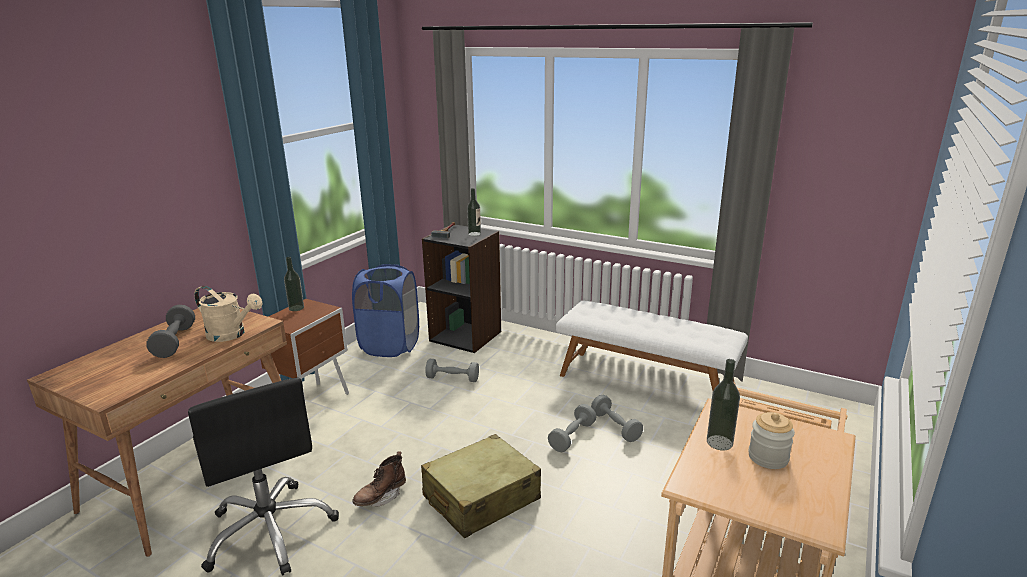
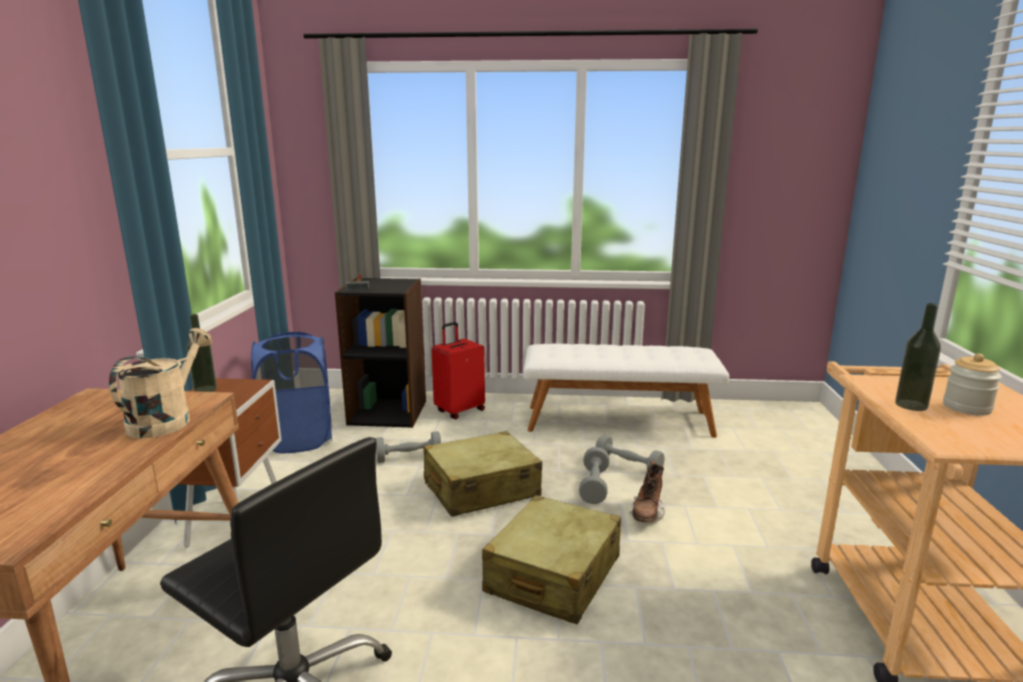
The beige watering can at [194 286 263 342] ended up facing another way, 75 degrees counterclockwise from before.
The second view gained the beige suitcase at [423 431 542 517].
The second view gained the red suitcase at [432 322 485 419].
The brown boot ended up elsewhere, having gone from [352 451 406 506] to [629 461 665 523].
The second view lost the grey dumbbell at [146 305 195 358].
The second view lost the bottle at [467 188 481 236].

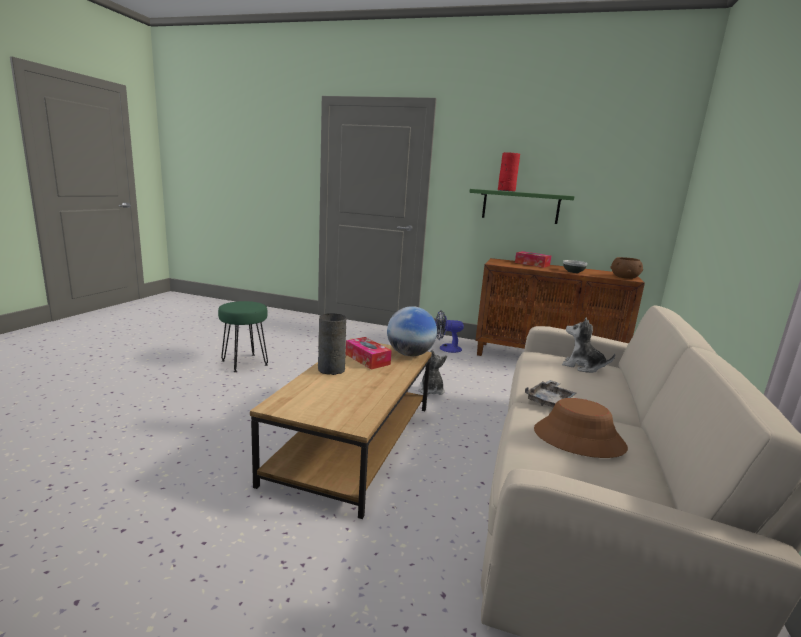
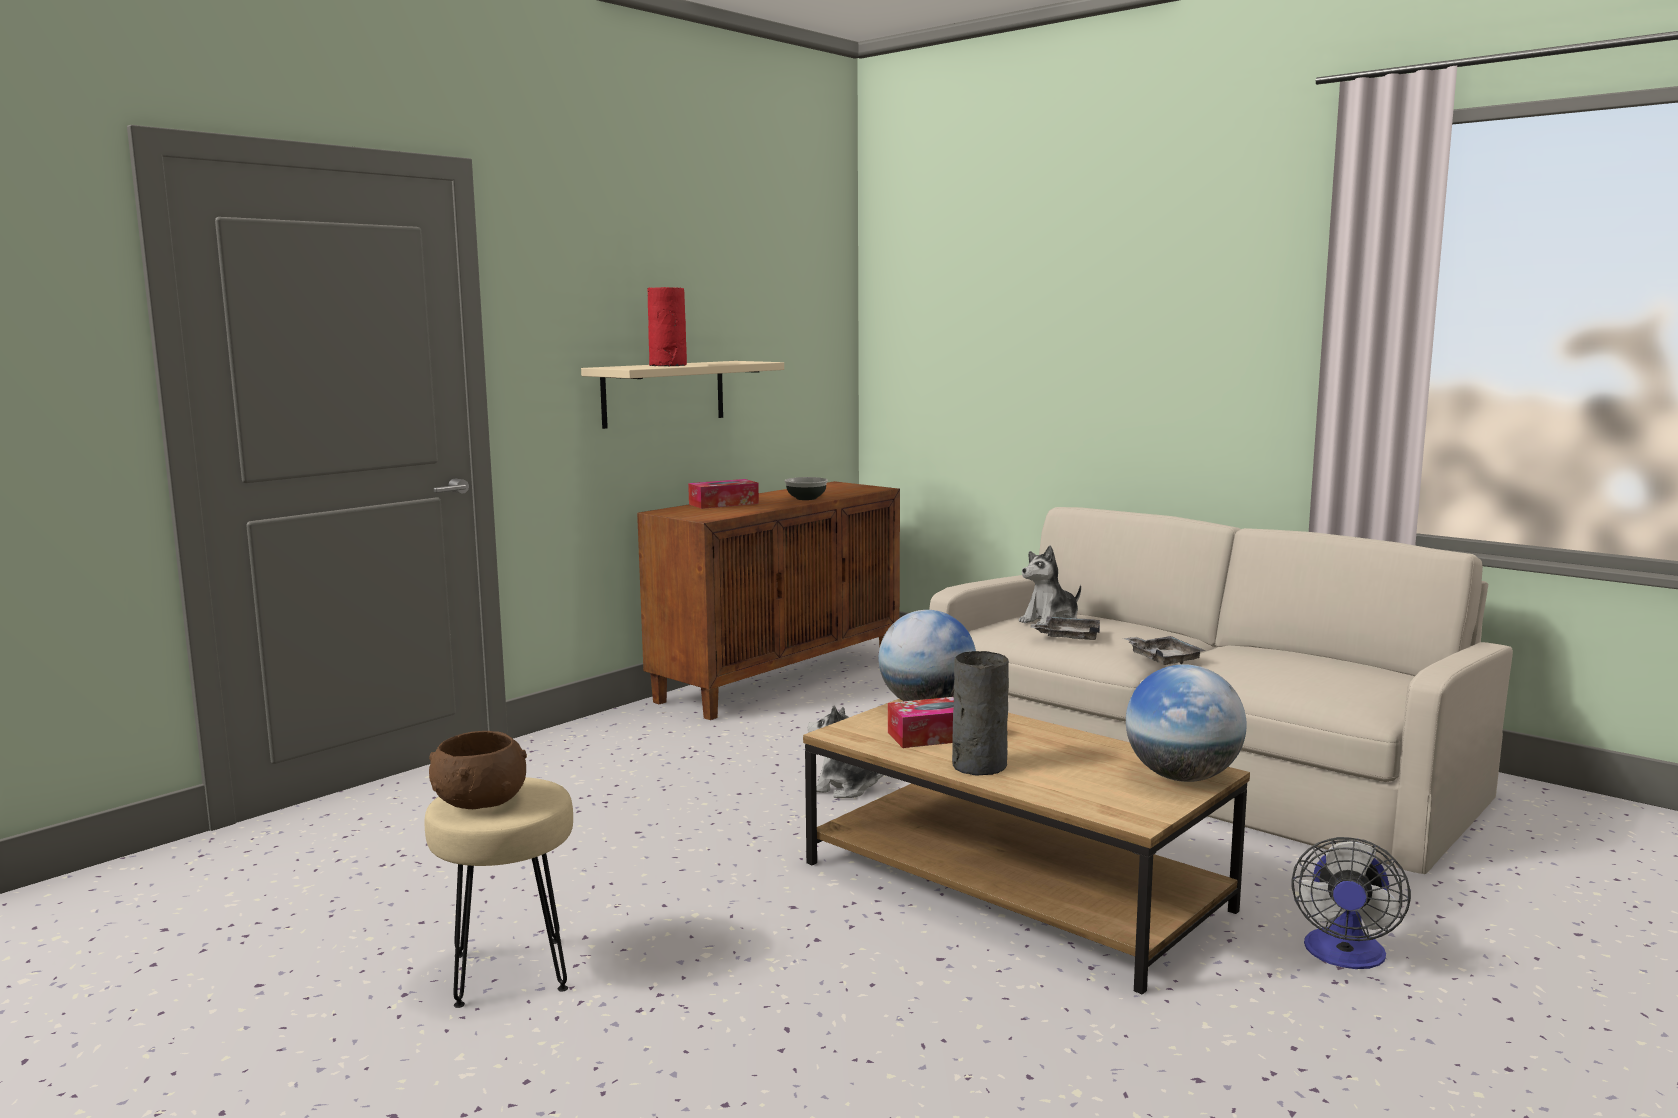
What was the green stool at [218 301 268 372] turned into the beige stool at [425 777 573 1008].
The brown bowl ended up elsewhere, having gone from [610 257 643 279] to [429 731 527 809].
What was the green shelf at [469 189 575 224] turned into the beige shelf at [581 361 784 429].
The second view gained the grey tray at [1031 616 1100 640].
The second view gained the globe at [1126 664 1247 782].
The fan ended up elsewhere, having gone from [435 310 464 353] to [1291 837 1411 969].
The second view lost the brown hat at [534 398 628 458].

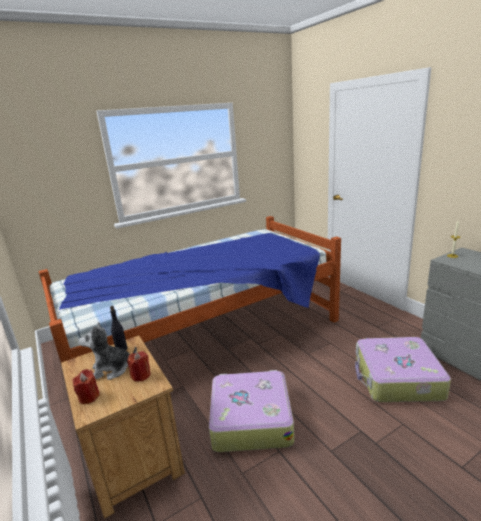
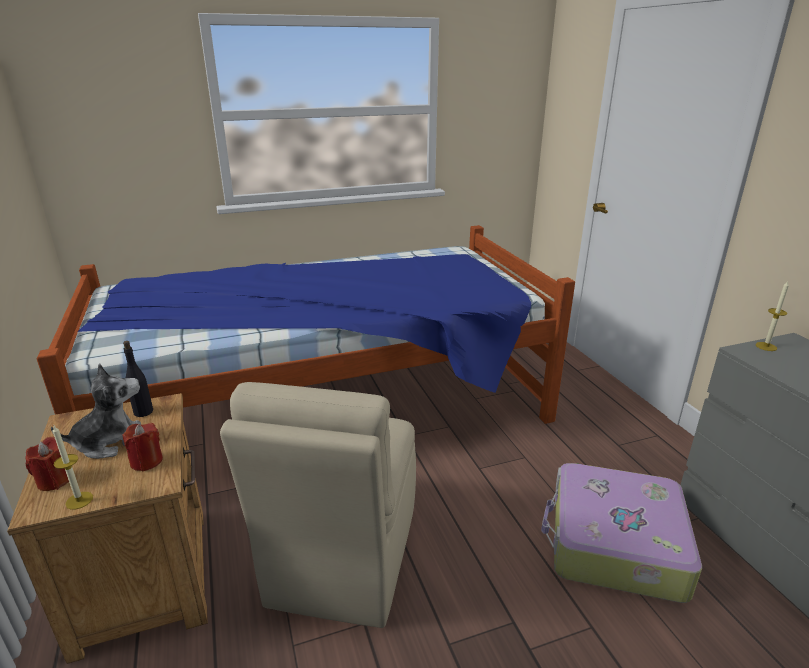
The plush toy at [79 322 137 380] ended up facing another way, 150 degrees clockwise from before.
The second view gained the candle at [52 426 93 509].
Where the suitcase stood at [209 370 294 452], the beige chair came to stand at [220 382 416 628].

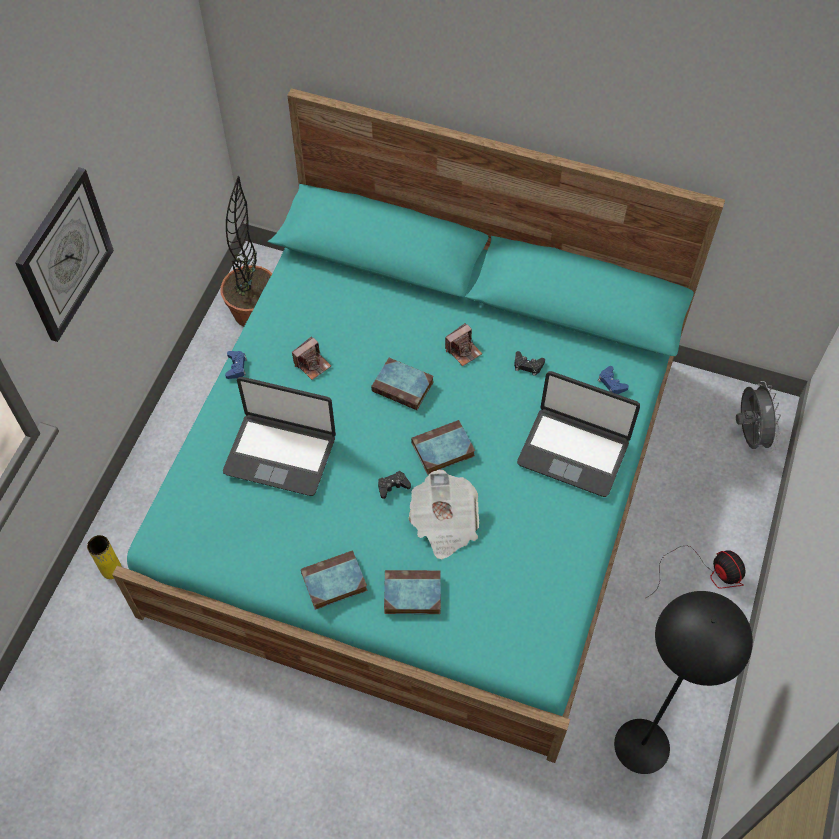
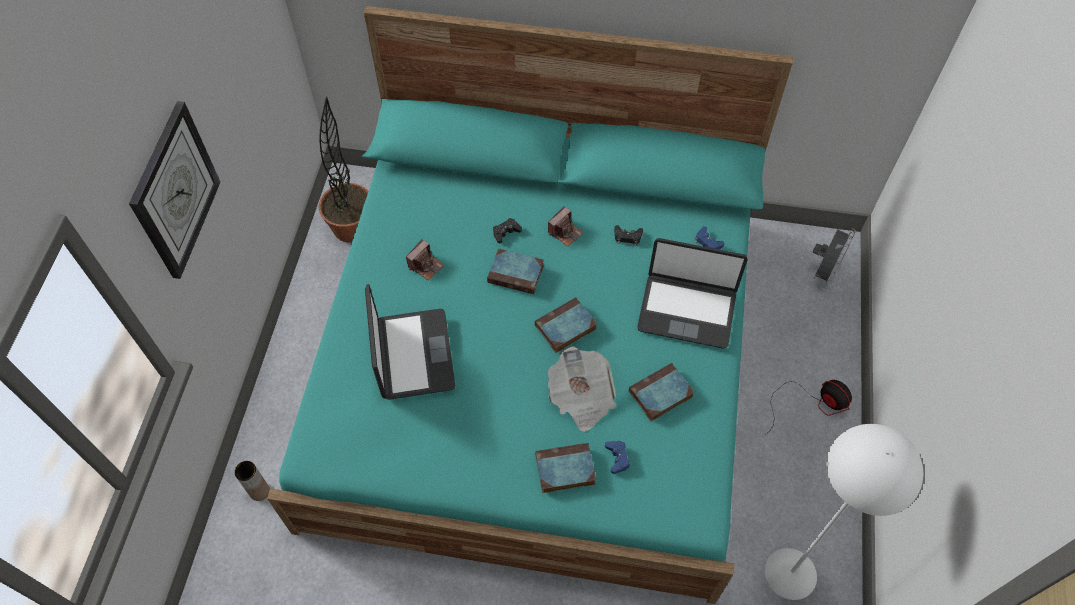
What was the yellow vase at [87 535 122 579] turned into the brown vase at [234 461 270 501].
The laptop at [223 377 336 496] ended up facing another way, 105 degrees counterclockwise from before.
The black game controller ended up elsewhere, having gone from [378 471 411 499] to [493 218 522 243].
The blue game controller ended up elsewhere, having gone from [225 351 247 379] to [605 441 630 474].
The book ended up elsewhere, having gone from [301 550 367 610] to [629 363 694 421].
What was the black floor lamp at [614 591 753 774] turned into the white floor lamp at [765 424 923 600].
The grey fan at [736 381 781 453] ended up facing another way, 45 degrees clockwise from before.

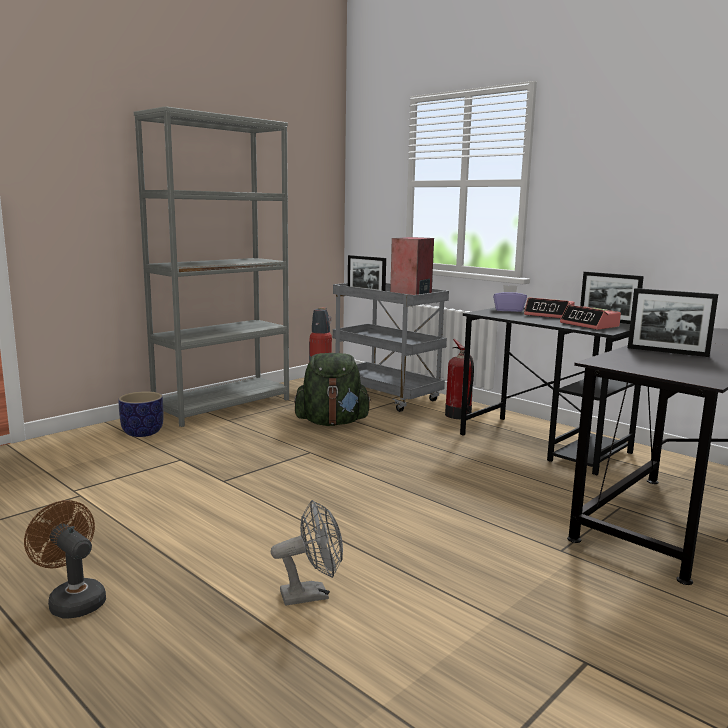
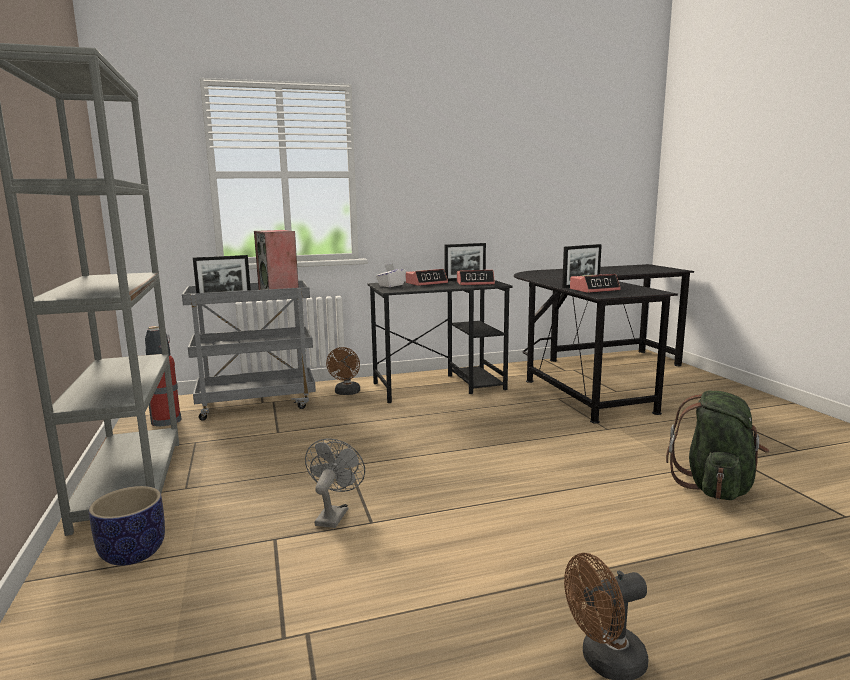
The grey fan ended up elsewhere, having gone from [271 500 343 606] to [305 438 365 528].
Where the fire extinguisher stood at [445 339 474 419], the brown fan came to stand at [326 347 360 395].
What was the purple tissue box at [493 285 527 312] turned into the white tissue box at [376 263 406 287].
The second view gained the alarm clock at [570 274 621 293].
The green backpack ended up elsewhere, having gone from [294 353 372 426] to [666 390 769 500].

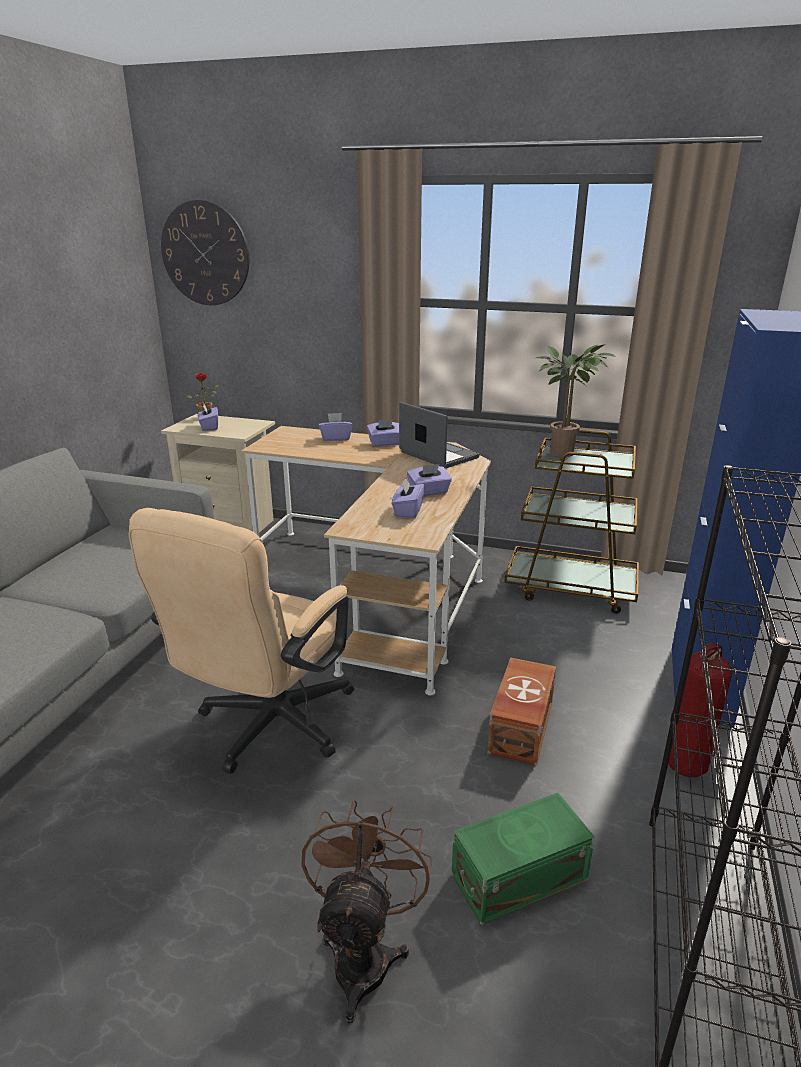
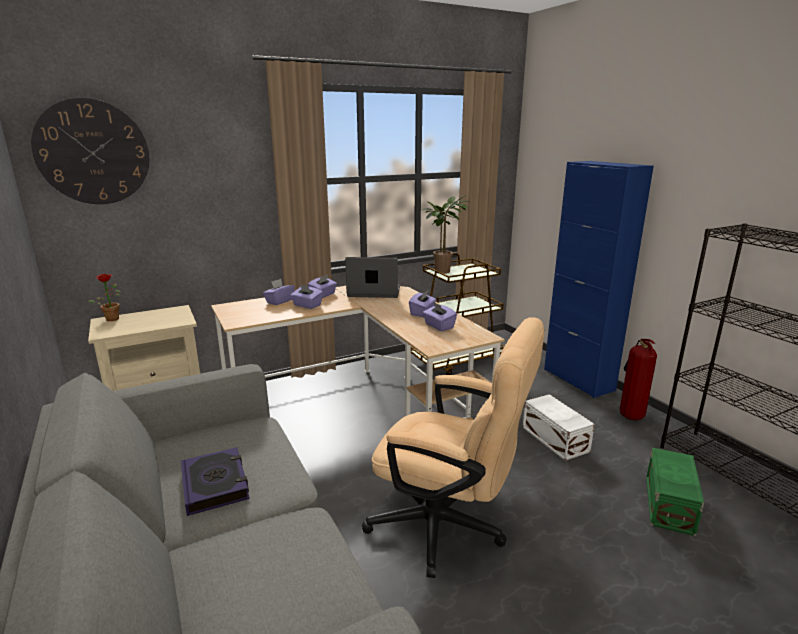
The second view gained the book at [181 447 250 516].
The purple tissue box ended up elsewhere, having gone from [198 404 218 431] to [290 284 323 309].
The beige office chair at [129 508 354 774] ended up facing another way, 45 degrees counterclockwise from before.
What was the brown storage box at [487 657 556 765] turned into the white storage box at [523 394 595 461].
The second view lost the brown fan at [301 800 432 1023].

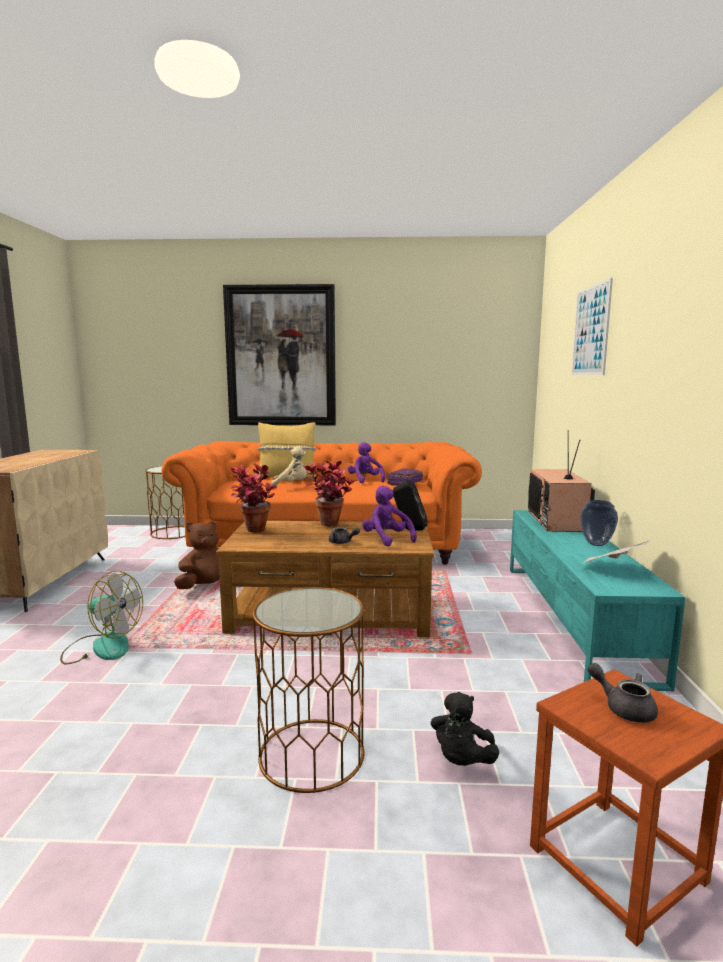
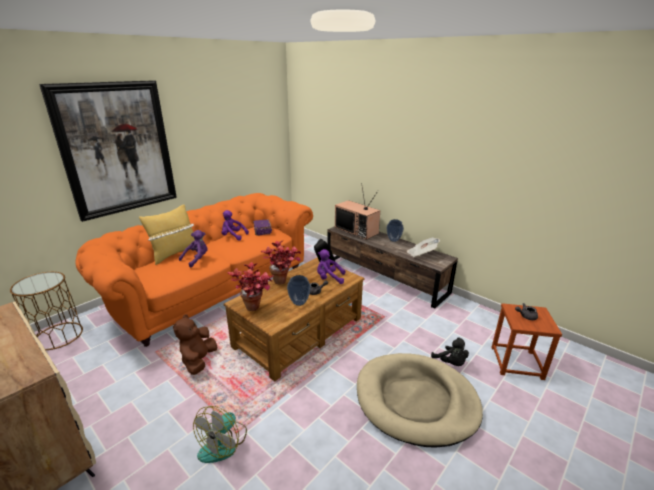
What was the beige plush toy at [271 446 307 486] turned into the purple plush toy at [179 230 208 267].
The fan at [60 571 143 664] ended up facing another way, 150 degrees clockwise from before.
The second view gained the vase at [287 275 311 306].
What was the turquoise tv stand at [510 510 686 692] turned into the brown tv stand at [327 226 458 309].
Where the brown side table stood at [252 587 365 793], the beige dog bed came to stand at [357 353 483 448].
The second view lost the picture at [571 278 613 375].

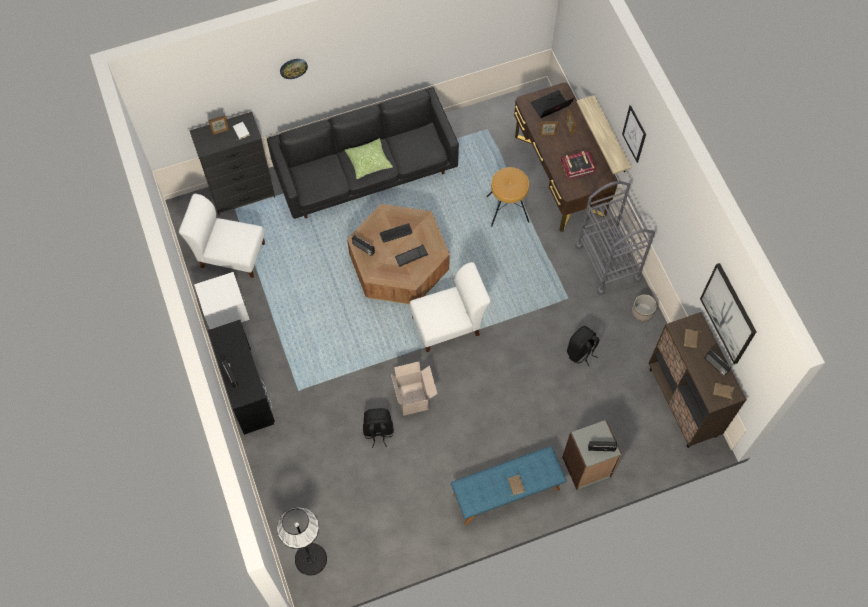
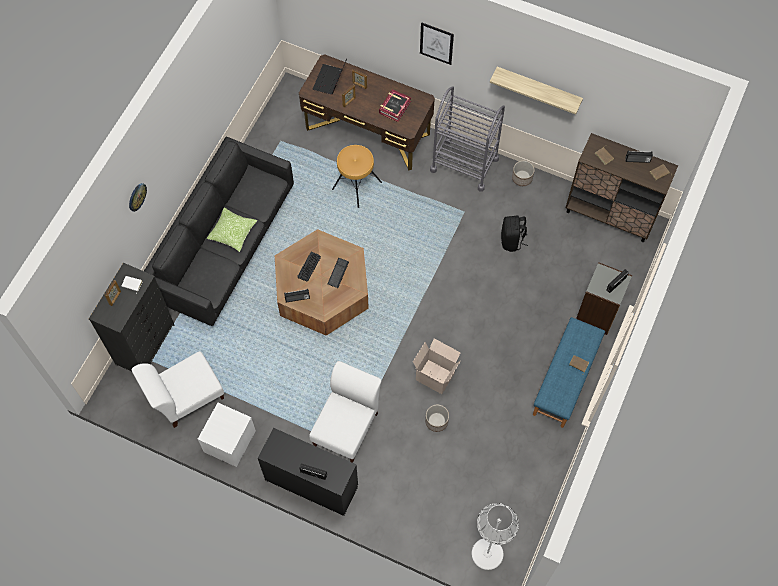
The white chair ended up elsewhere, having gone from [410 262 491 352] to [309 361 381 463].
Where the black backpack stood at [363 408 394 448], the planter came to stand at [425 405 449 432].
What was the black floor lamp at [277 507 327 576] turned into the white floor lamp at [472 503 519 570].
The shelf ended up elsewhere, having gone from [577 95 632 174] to [490 67 583 115].
The second view lost the picture at [700 263 756 364].

